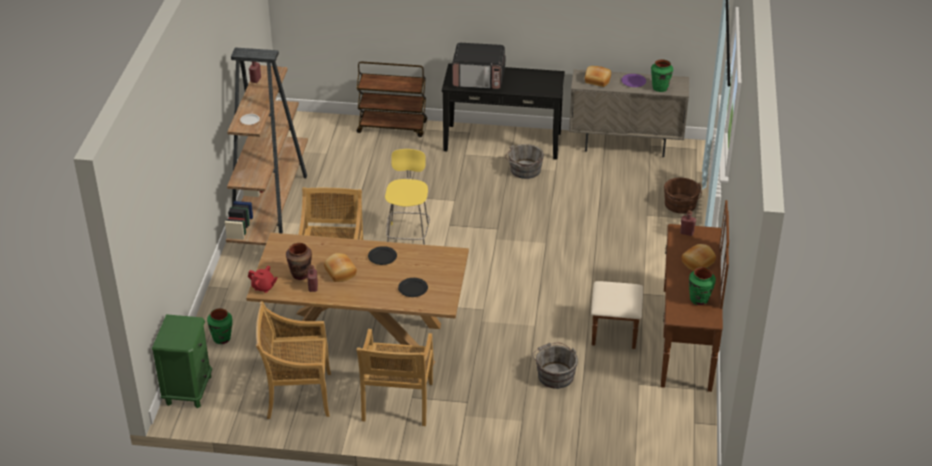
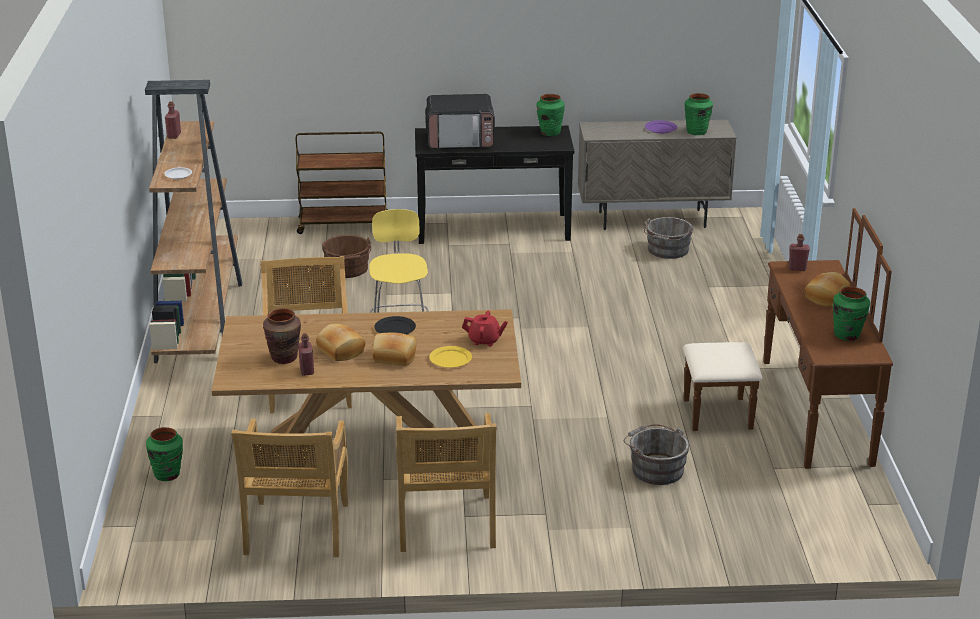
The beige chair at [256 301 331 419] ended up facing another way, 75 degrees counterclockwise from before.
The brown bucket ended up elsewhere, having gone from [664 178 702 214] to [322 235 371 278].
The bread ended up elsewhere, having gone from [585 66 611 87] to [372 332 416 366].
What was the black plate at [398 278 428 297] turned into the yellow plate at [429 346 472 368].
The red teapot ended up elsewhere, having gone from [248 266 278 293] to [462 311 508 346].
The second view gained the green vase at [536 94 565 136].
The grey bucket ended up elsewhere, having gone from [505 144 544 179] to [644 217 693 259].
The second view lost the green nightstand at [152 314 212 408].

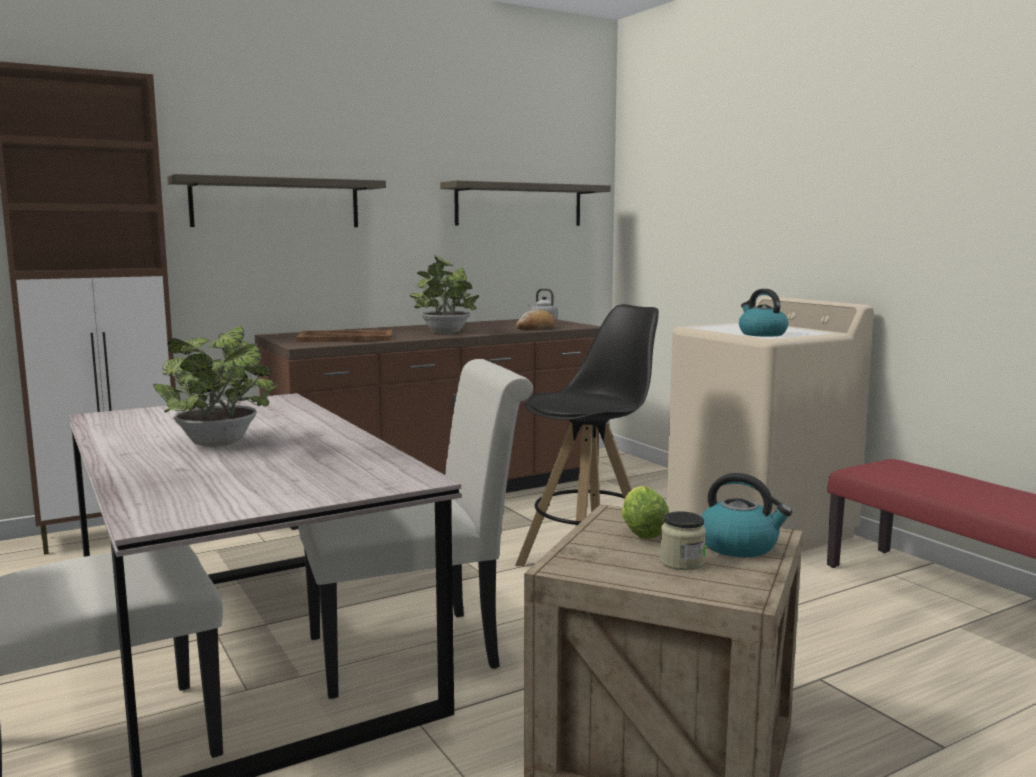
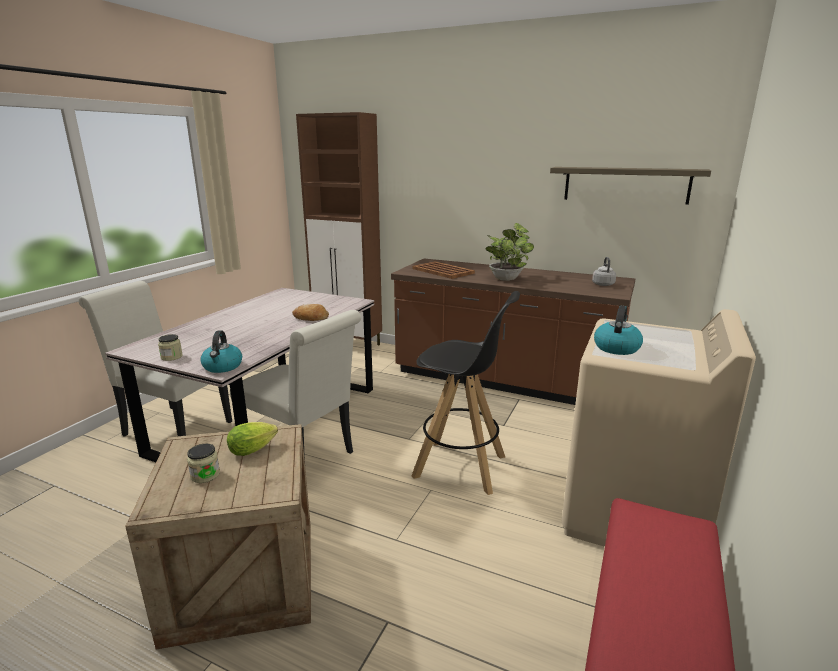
The second view gained the jar at [158 334 183 361].
The kettle ended up elsewhere, having gone from [701 473 792 557] to [200 330 242 373].
The bread ended up elsewhere, having gone from [516 310 556 330] to [292 304 329 321].
The second view lost the potted plant at [153 326 280 447].
The second view lost the shelf at [167 174 386 227].

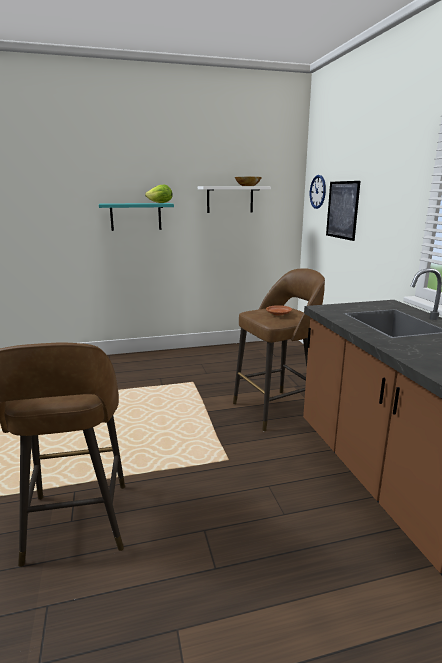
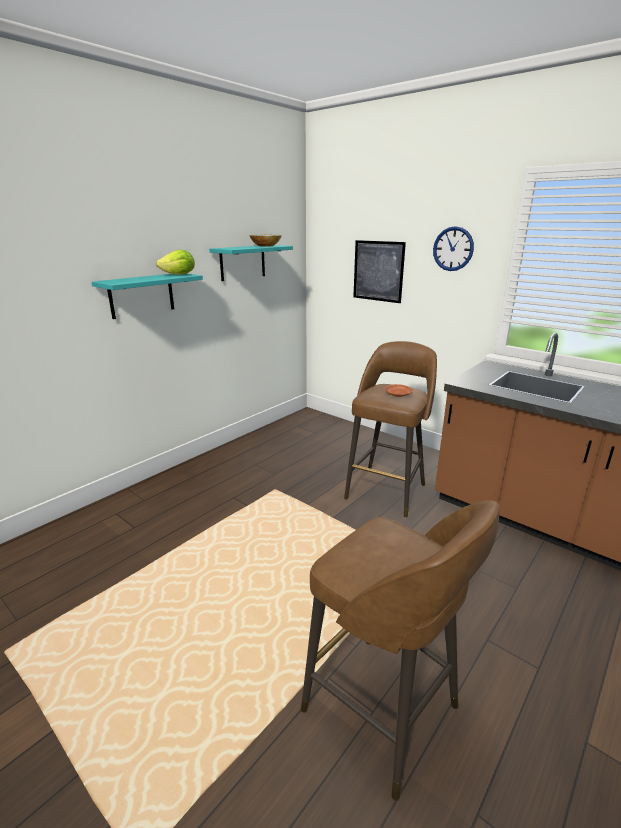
What was the white shelf at [198 186 271 213] turned into the turquoise shelf at [209 245 293 281].
The wall clock ended up elsewhere, having gone from [310 175 326 209] to [433 226 474 271].

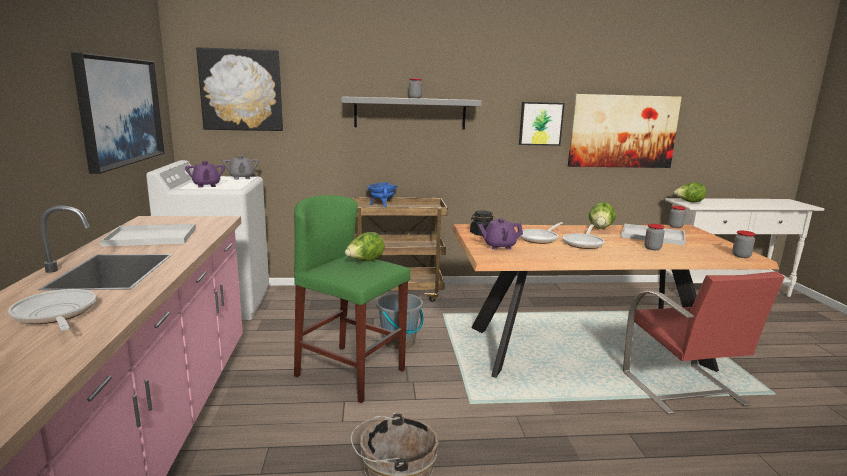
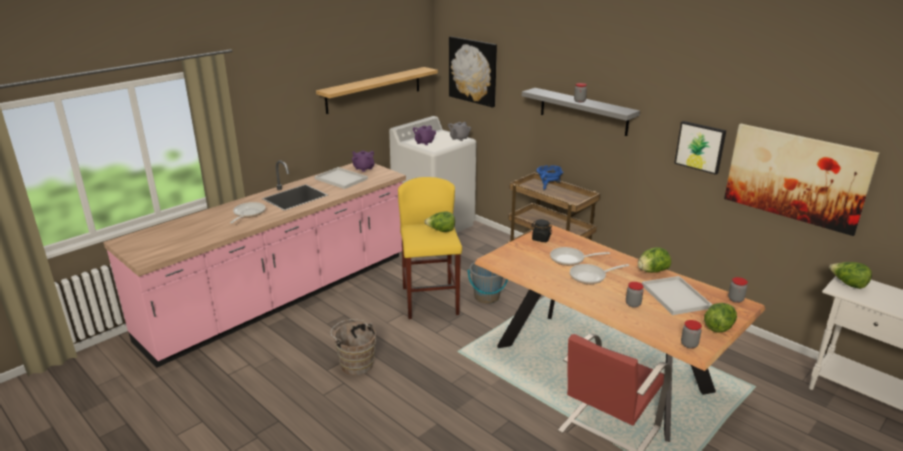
Where the picture hung at [71 52 164 174], the shelf came to hang at [316 67 438 114].
The purple teapot ended up elsewhere, having gone from [478 218 523 250] to [352 151 374 172].
What was the green stool at [294 195 411 403] turned into the yellow stool at [398 177 462 319].
The second view gained the lettuce at [704 303 737 333].

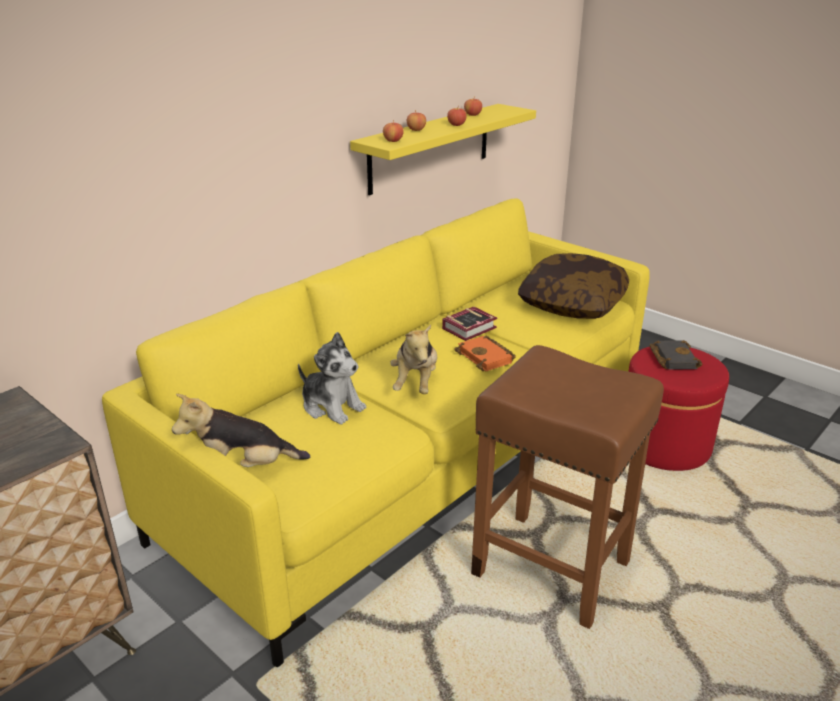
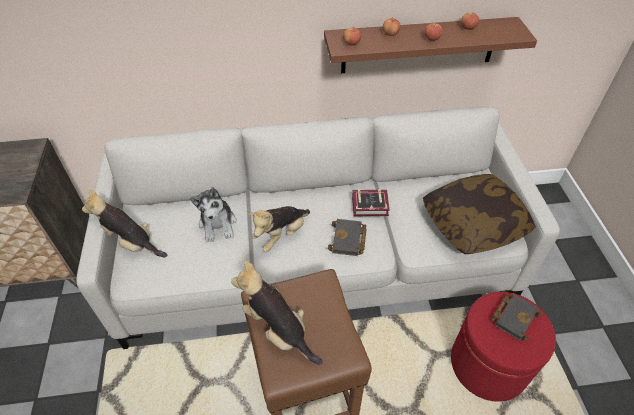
What was the yellow sofa at [102 199 650 667] turned into the grey sofa at [76 106 560 349].
The second view gained the plush toy at [231 260 323 365].
What was the yellow shelf at [350 104 536 195] turned into the brown shelf at [324 17 537 73].
What was the orange book at [454 335 516 371] turned into the black book at [328 219 366 256].

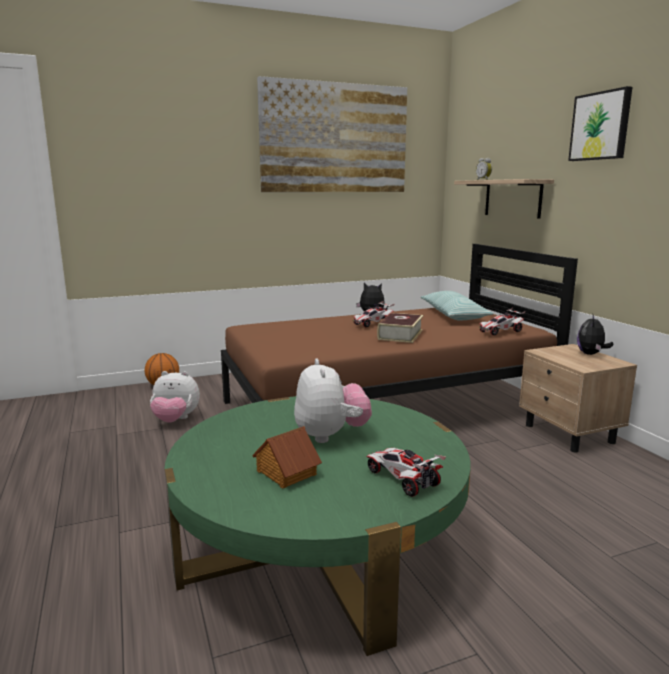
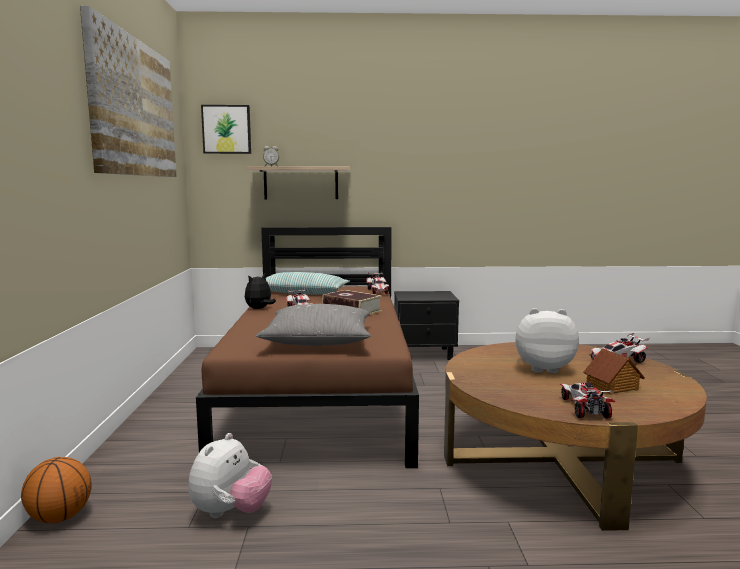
The picture ended up elsewhere, having gone from [568 86 632 161] to [201 105 251 154].
The second view gained the grey pillow at [256 304 371 346].
What was the beige nightstand at [519 344 637 453] turned into the black nightstand at [394 291 459 360].
What was the green coffee table at [164 396 471 656] turned into the brown coffee table at [444 342 707 531].
The second view gained the toy car at [560 382 615 419].
The second view lost the plush toy at [577 315 613 355].

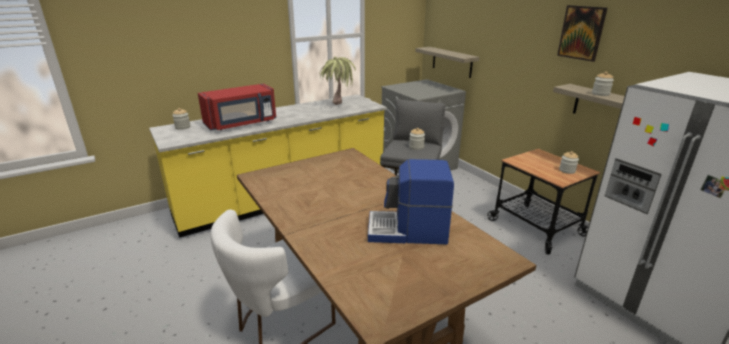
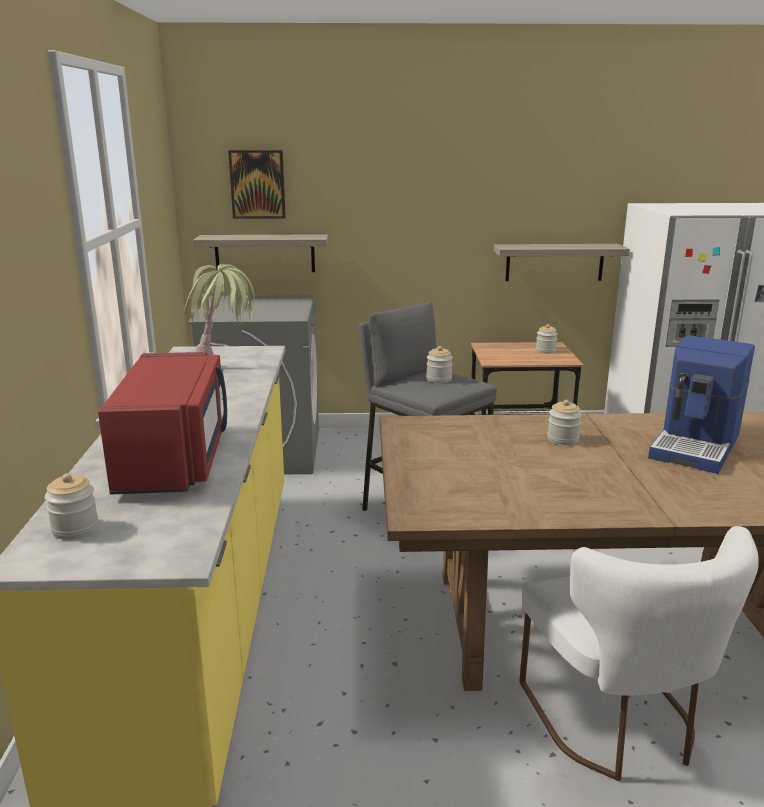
The picture ended up elsewhere, having gone from [557 5 607 62] to [228 150 286 219].
The jar ended up elsewhere, having gone from [592 72 614 96] to [547 400 582 445].

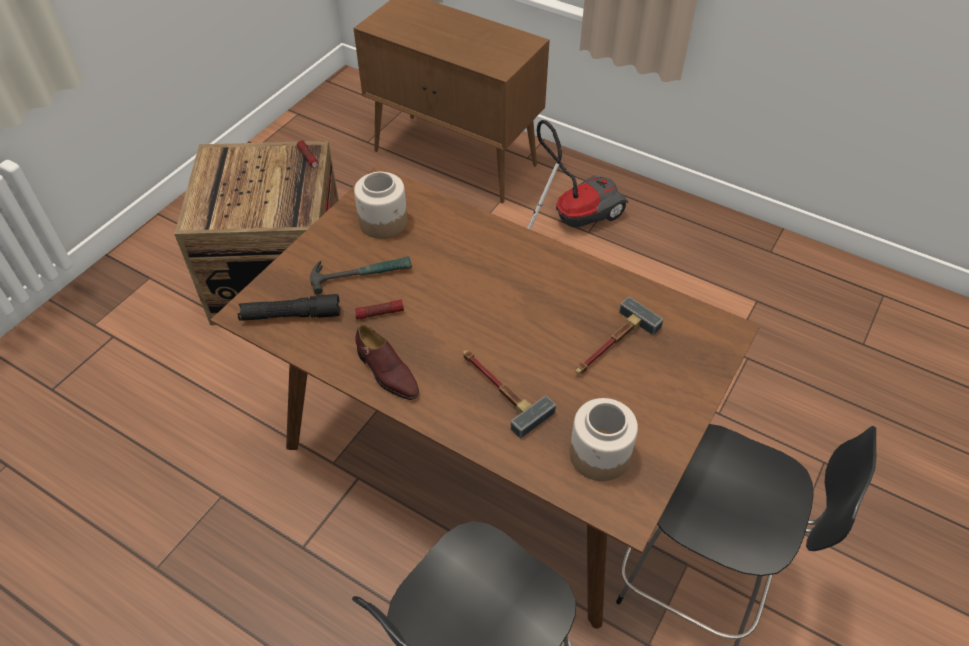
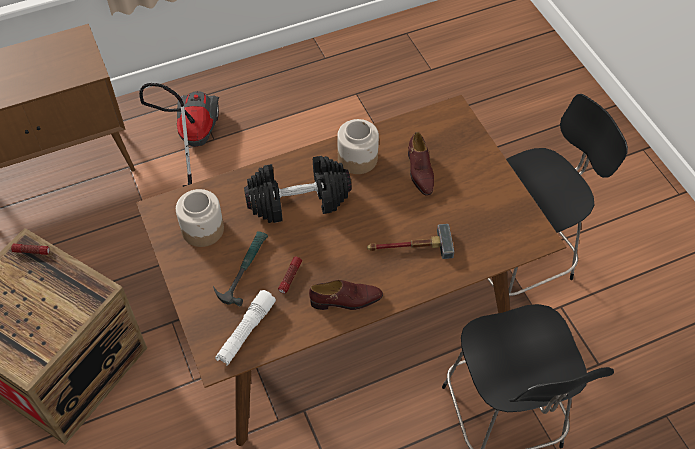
What was the black flashlight at [237 294 340 321] turned into the white flashlight at [215 290 276 366].
The second view gained the black dumbbell at [244 156 352 223].
The jar ended up elsewhere, having gone from [570 398 638 481] to [337 119 379 174].
Where the hammer stood at [576 297 663 374], the brown shoe came to stand at [408 132 434 196].

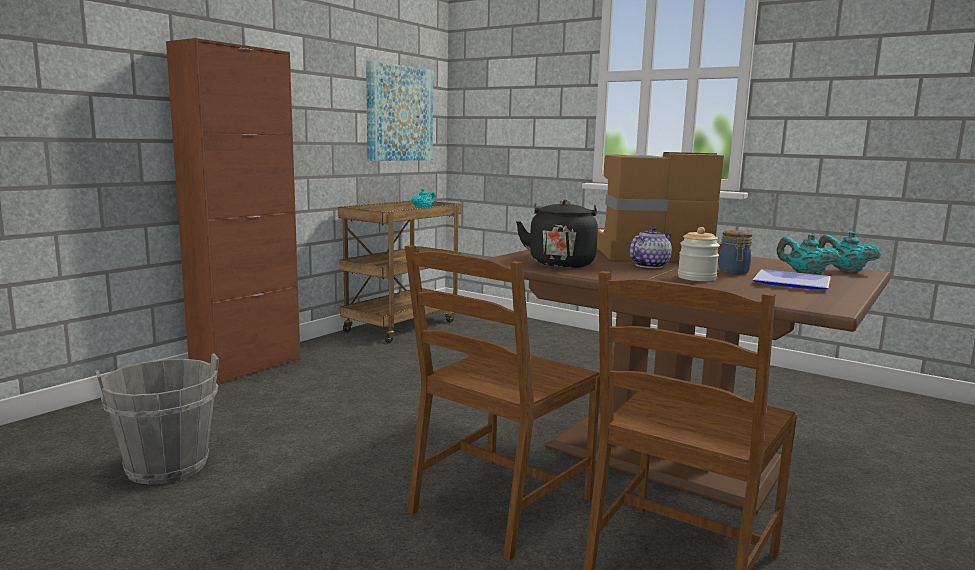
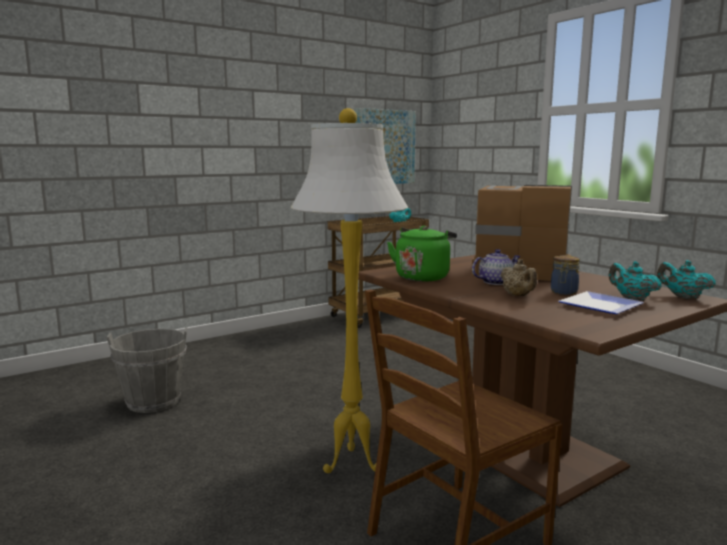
Where the brown chair stood at [405 245 600 561], the white floor lamp came to stand at [291 108 408 473].
What was the black kettle at [516 200 598 268] turned into the green kettle at [387 226 457 282].
Where the jar stood at [678 227 720 281], the beige teapot came to stand at [501 259 537 296].
The second view lost the brown cabinet at [166 38 301 385].

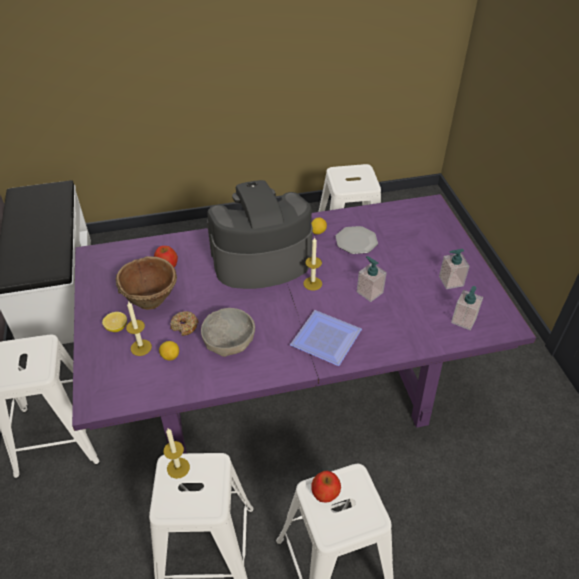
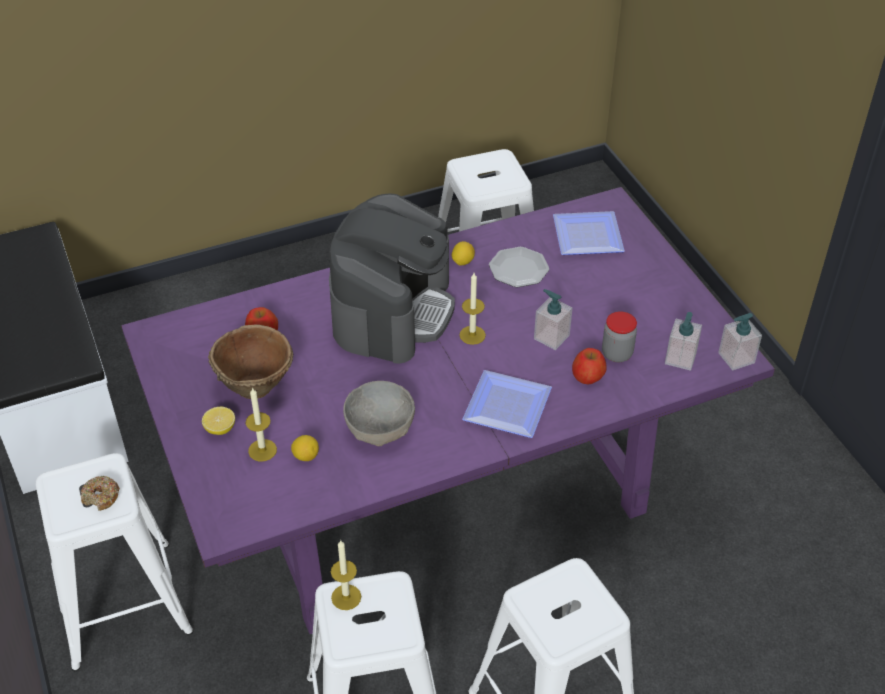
The donut ended up elsewhere, having gone from [170 311 199 336] to [80 476 120 511].
The coffee machine at [207 180 313 289] ended up facing another way, 135 degrees clockwise from before.
The second view gained the plate at [553 211 625 255].
The apple ended up elsewhere, having gone from [311 471 341 502] to [572 348 607 385].
The second view gained the jar at [602 311 637 362].
The soap dispenser ended up elsewhere, having gone from [439 249 469 289] to [718 313 762 370].

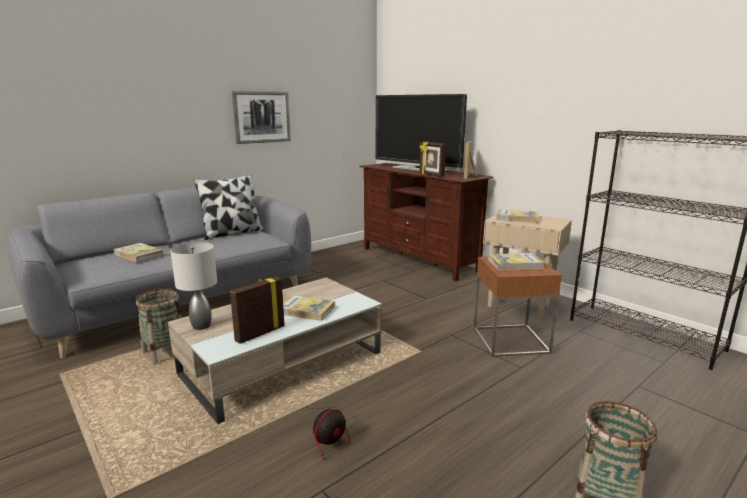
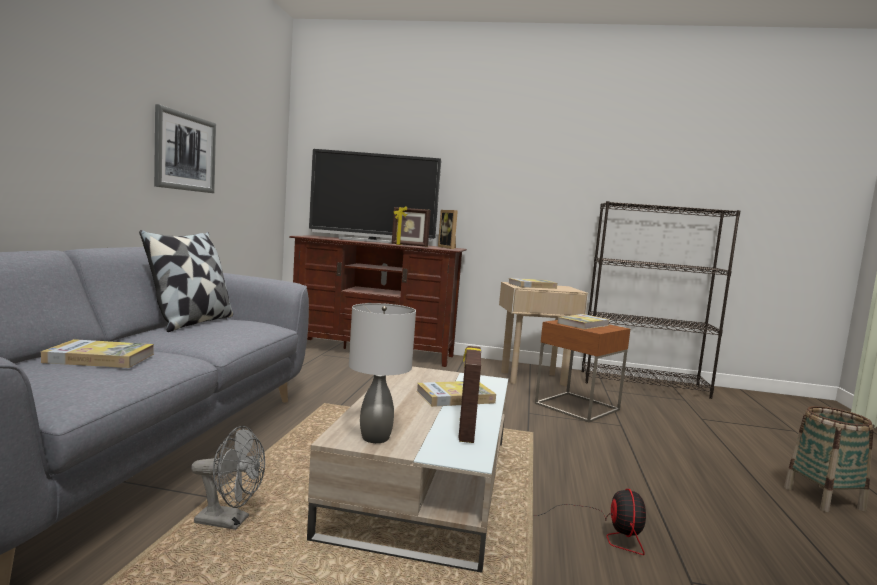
Where the basket stood at [136 289 182 365], the grey fan came to stand at [191 426 265 530].

